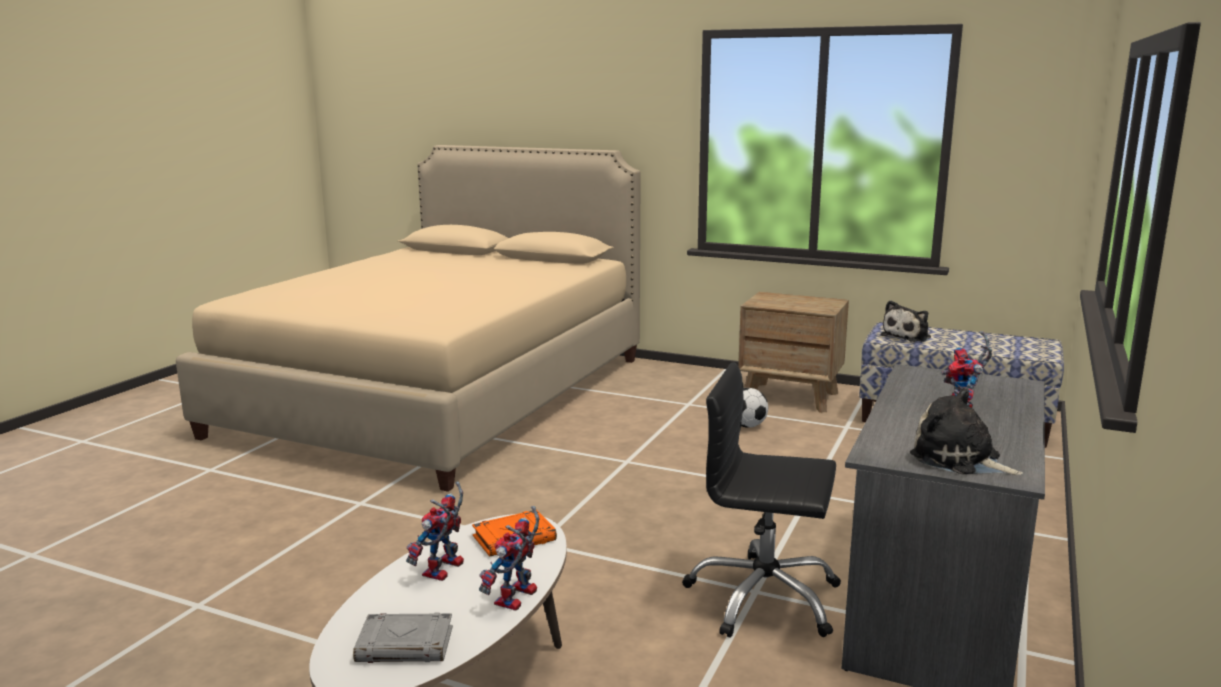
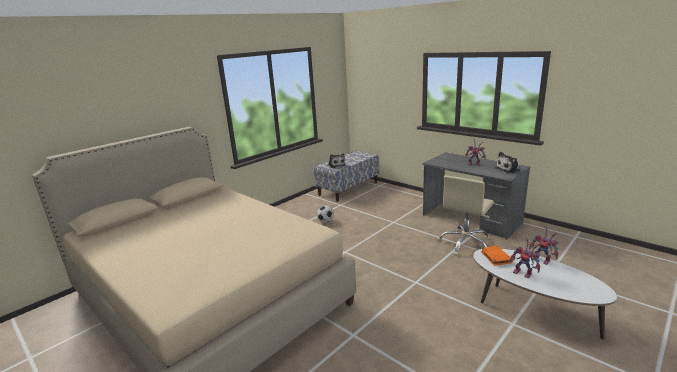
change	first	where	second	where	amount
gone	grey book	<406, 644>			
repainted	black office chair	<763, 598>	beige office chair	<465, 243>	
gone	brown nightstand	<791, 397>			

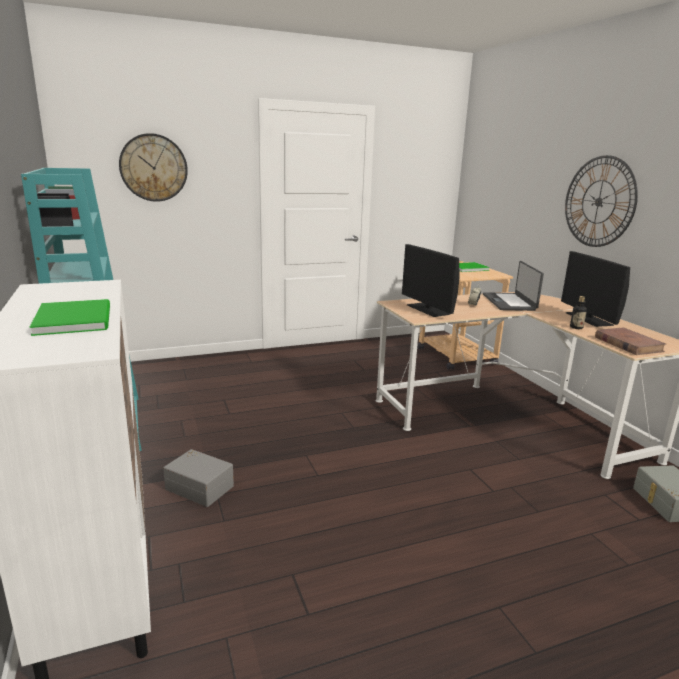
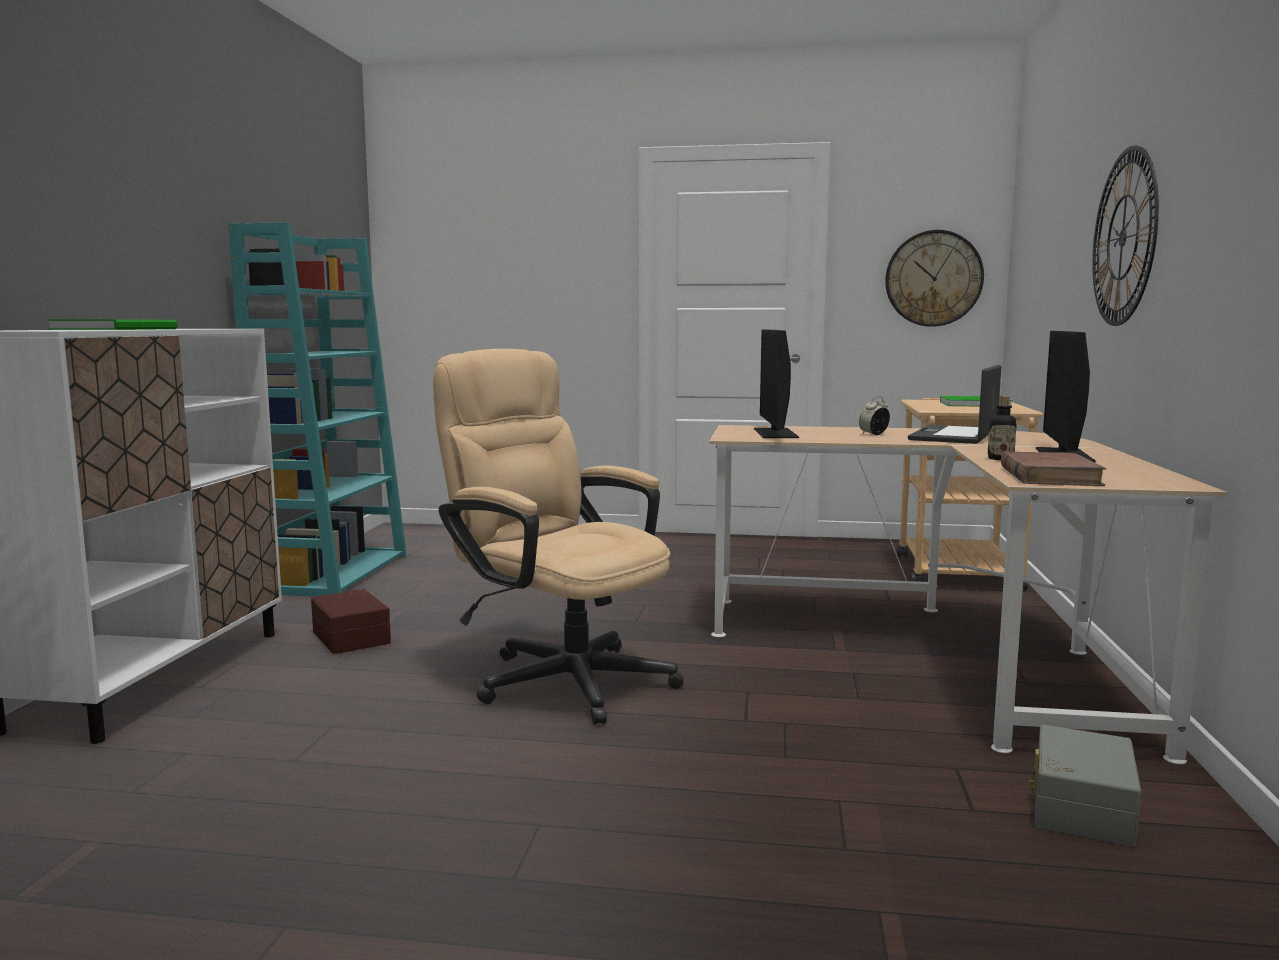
change	first	where	second	where	amount
shifted	wall clock	<153, 168>		<933, 278>	
repainted	grey storage box	<200, 486>	brown storage box	<353, 637>	
new			beige office chair	<560, 677>	

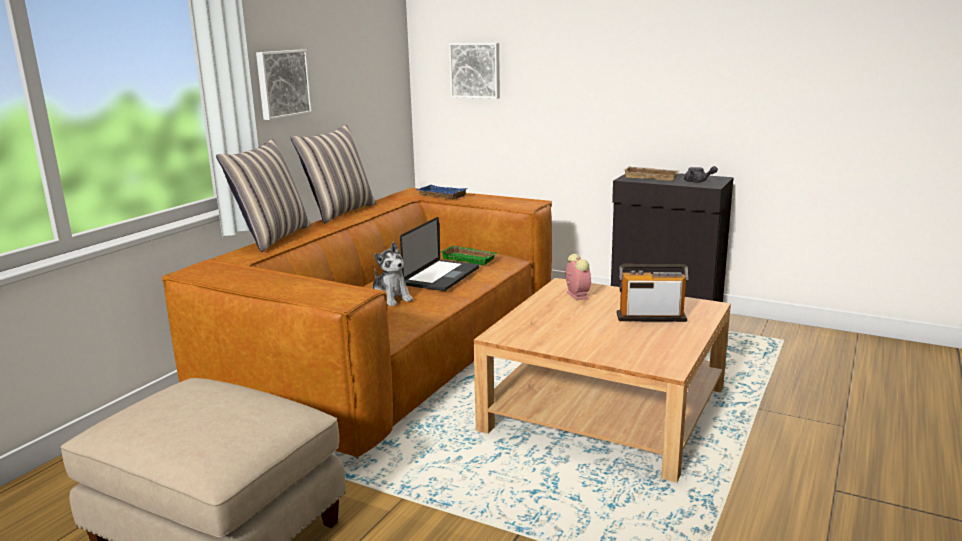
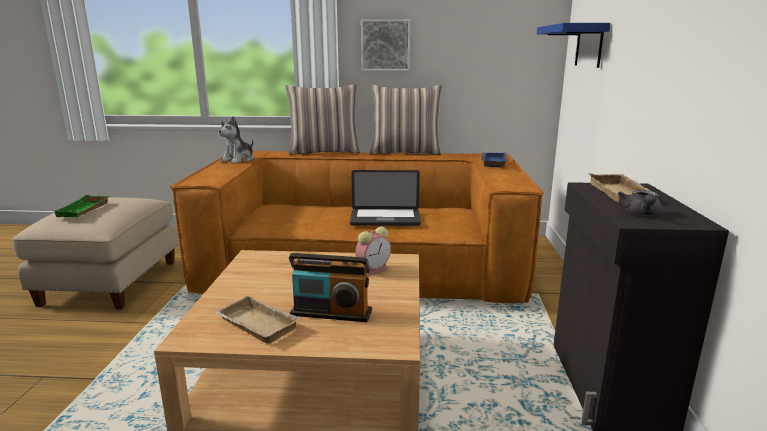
change	first	where	second	where	amount
shifted	plush toy	<391, 298>		<238, 160>	
shifted	green tray	<470, 258>		<84, 210>	
swapped	picture	<475, 70>	blue shelf	<589, 46>	
rotated	radio	<651, 317>		<331, 313>	120 degrees clockwise
new			beige tray	<254, 325>	

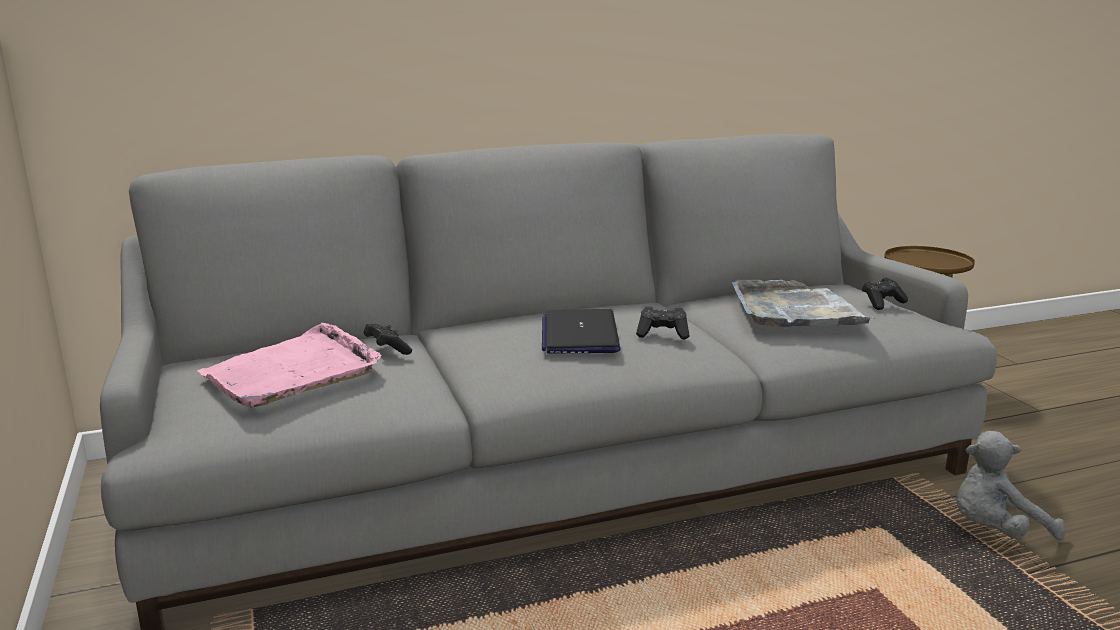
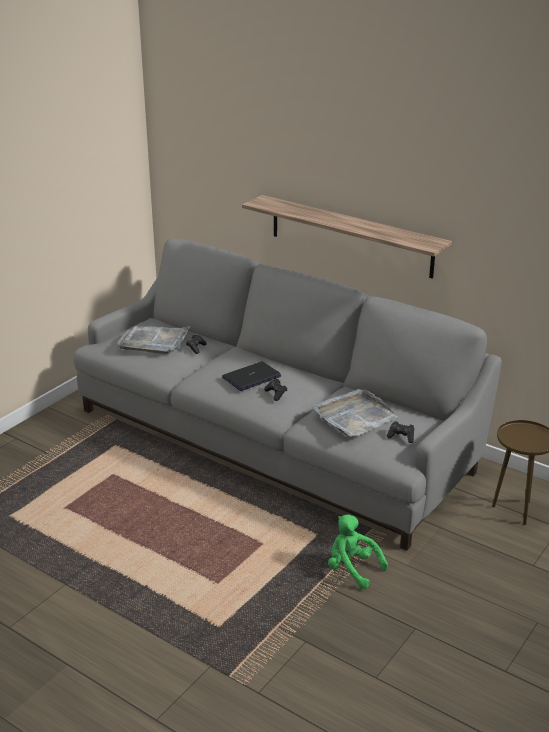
change	first	where	second	where	amount
repainted	pink tray	<292, 372>	grey tray	<154, 341>	
repainted	grey plush toy	<995, 531>	green plush toy	<352, 569>	
new			shelf	<350, 236>	

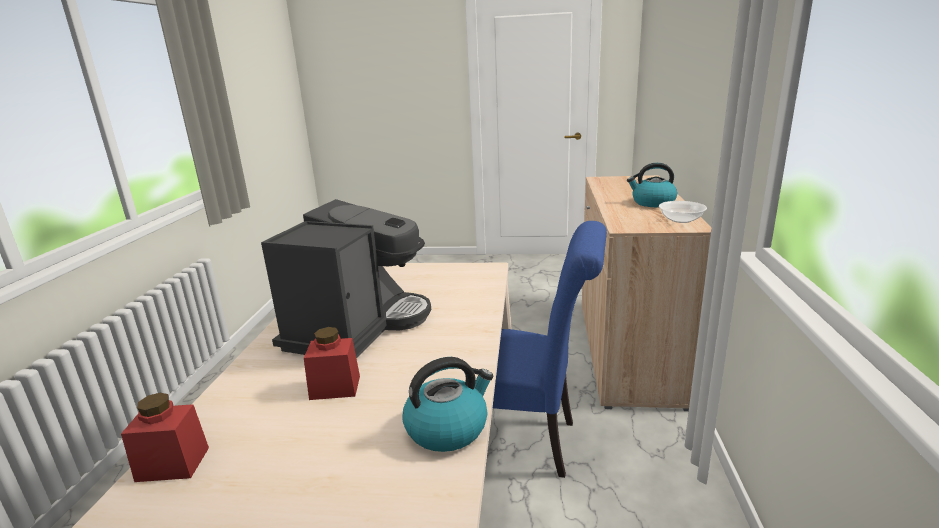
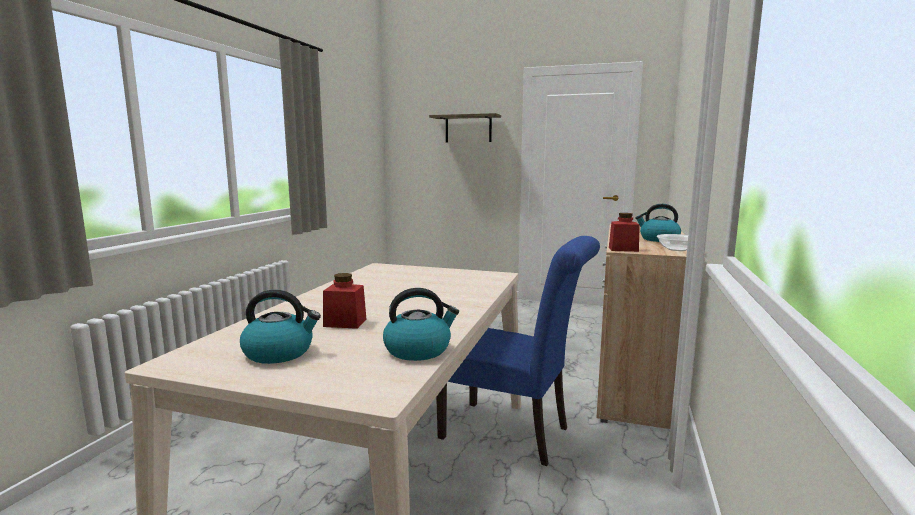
change	first	where	second	where	amount
shifted	red jar	<173, 464>		<623, 249>	
gone	coffee machine	<357, 327>			
new			kettle	<279, 353>	
new			shelf	<468, 129>	

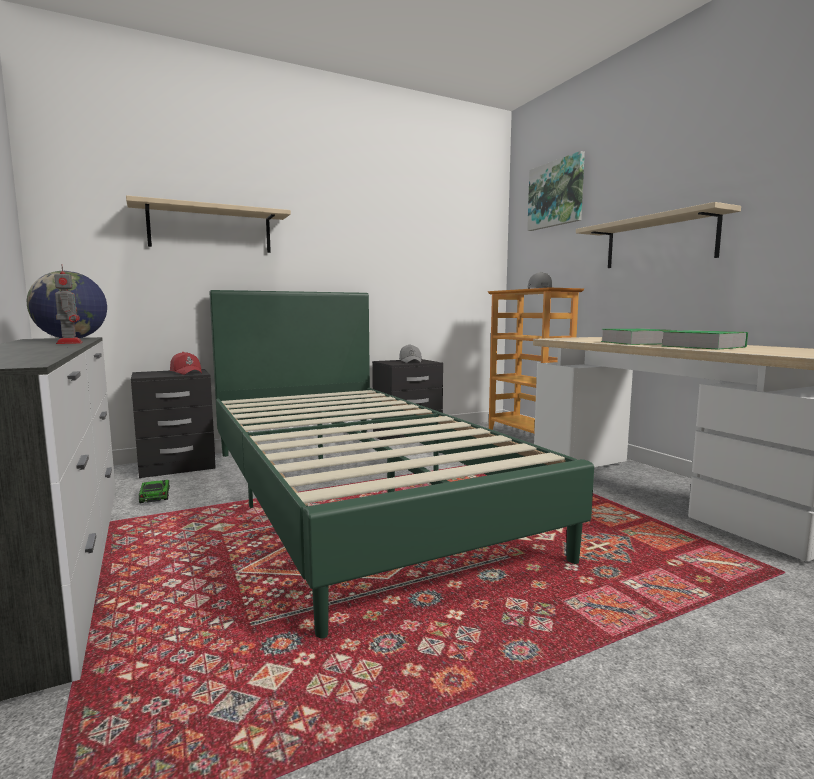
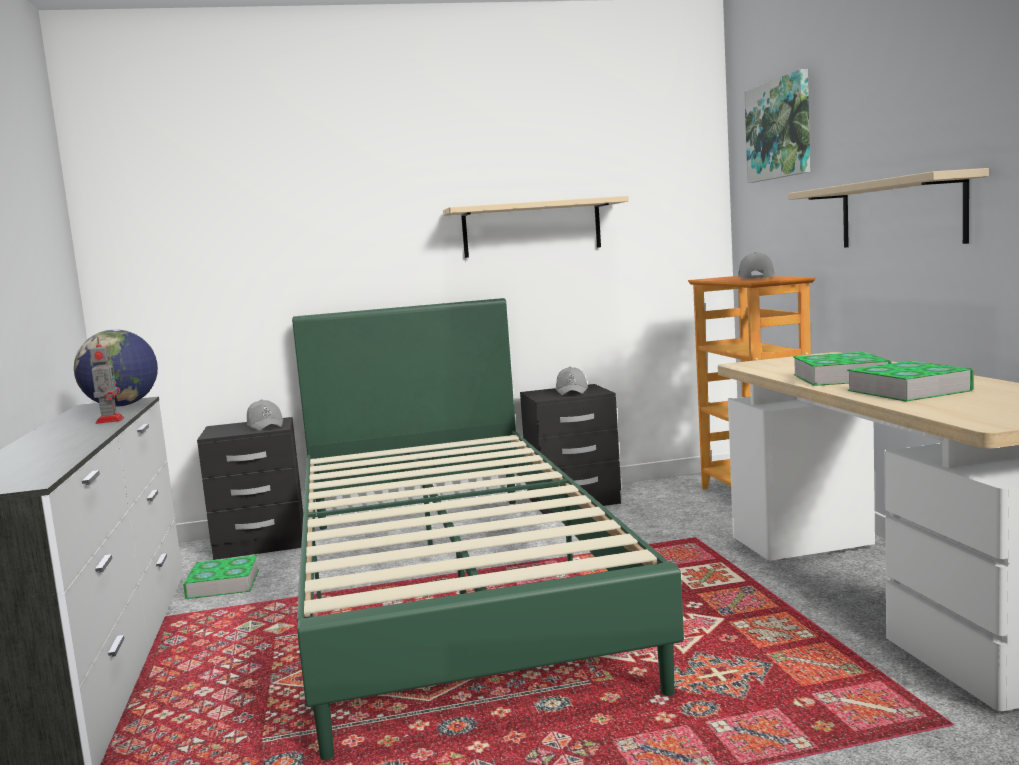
change	first	where	second	where	amount
shifted	beige shelf	<211, 229>		<532, 228>	
swapped	toy car	<155, 495>	book	<223, 584>	
repainted	red cap	<186, 372>	grey cap	<265, 425>	

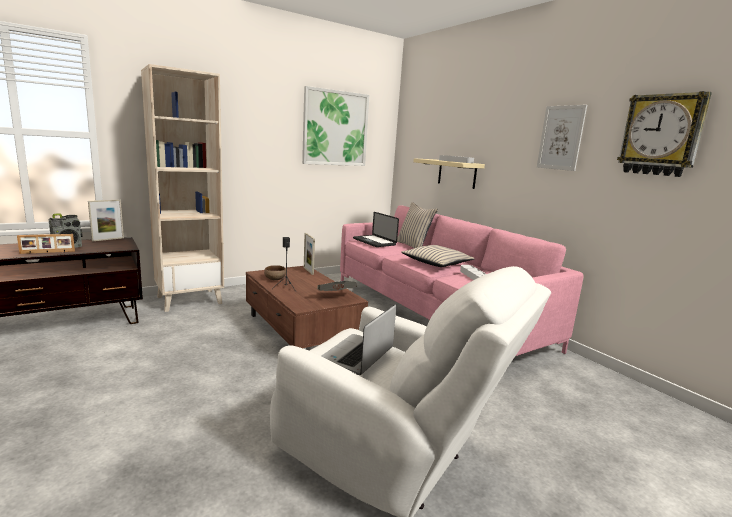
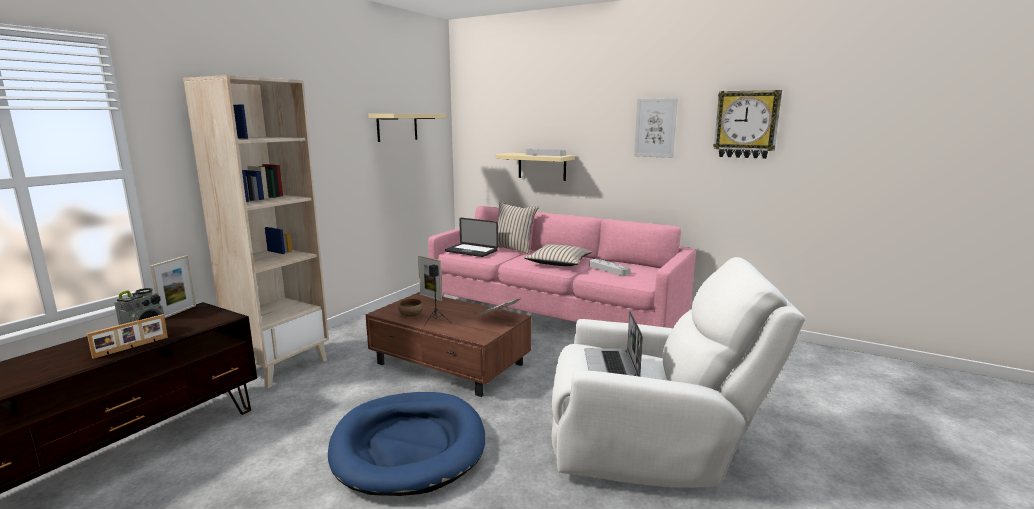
change	first	where	second	where	amount
swapped	picture	<335, 128>	beige shelf	<397, 127>	
new			blue dog bed	<408, 446>	

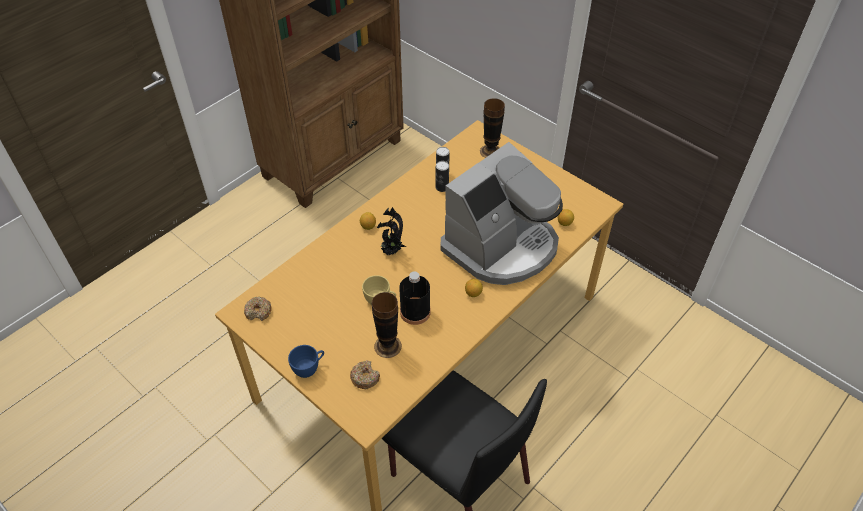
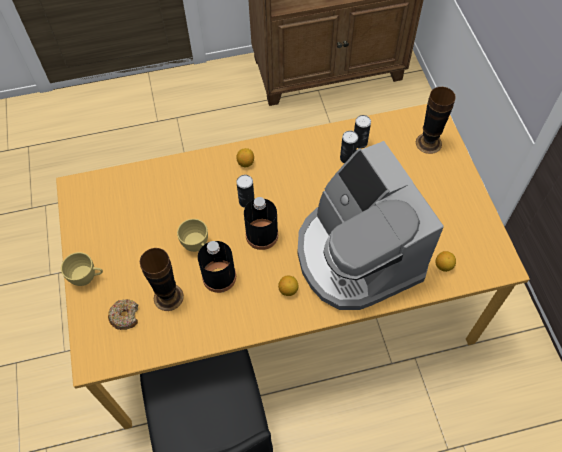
change	first	where	second	where	amount
gone	donut	<258, 312>			
repainted	blue cup	<309, 368>	yellow cup	<87, 277>	
swapped	potted plant	<391, 251>	can	<246, 201>	
rotated	coffee machine	<502, 246>		<356, 255>	75 degrees clockwise
new			black bottle	<262, 235>	

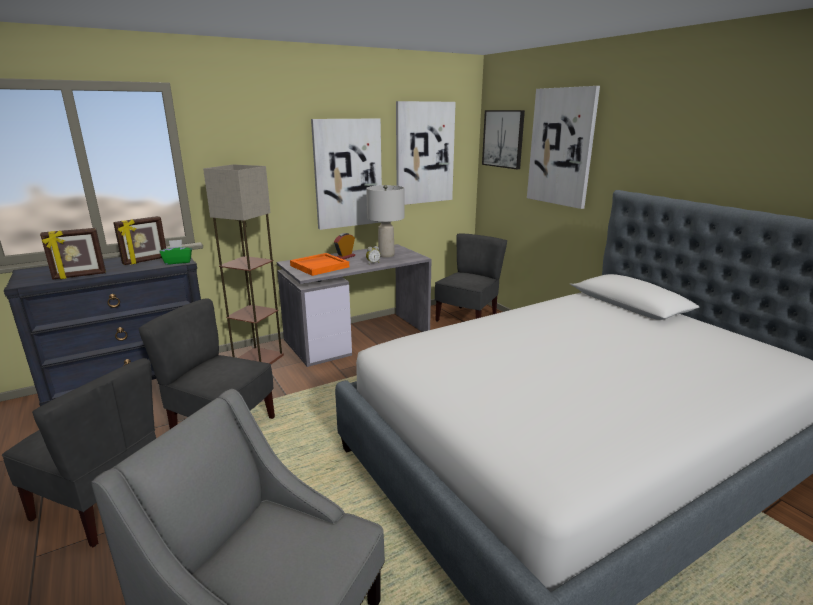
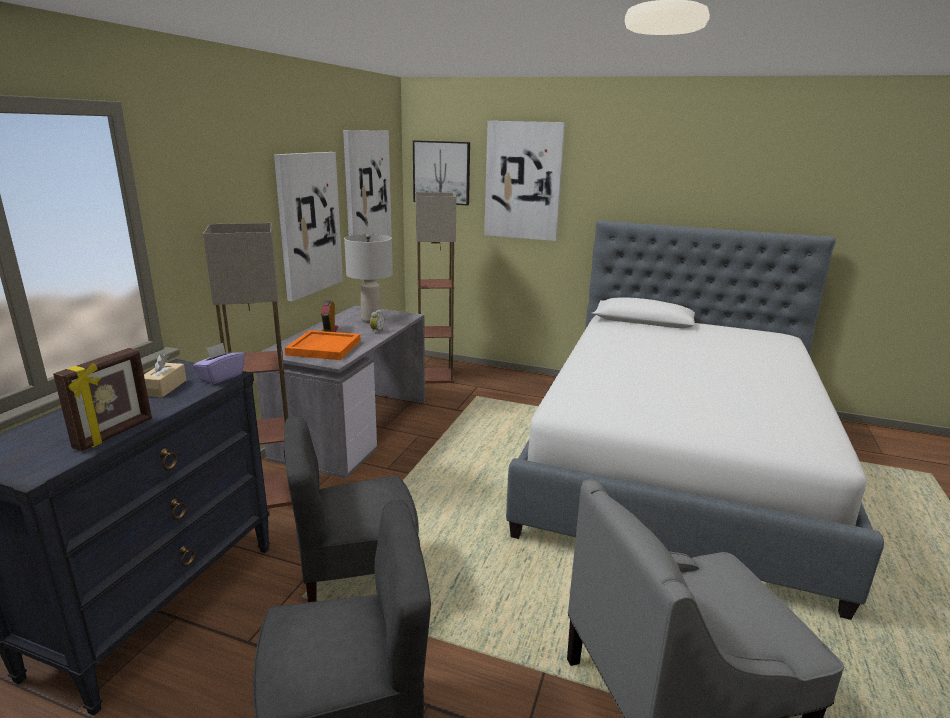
change	first	where	second	where	amount
swapped	picture frame	<145, 261>	beige tissue box	<164, 388>	
repainted	green tissue box	<178, 262>	purple tissue box	<221, 377>	
swapped	grey chair	<467, 318>	floor lamp	<436, 376>	

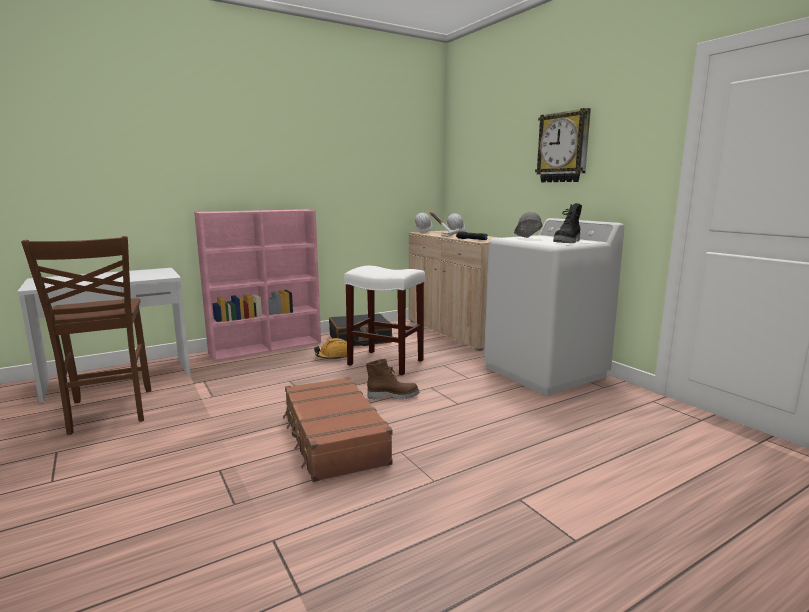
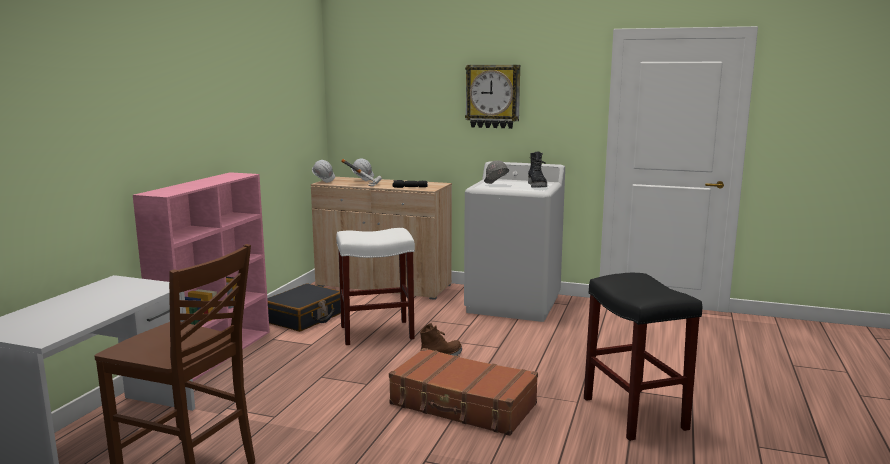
change	first	where	second	where	amount
gone	orange hard hat	<334, 356>			
new			black stool	<635, 414>	

